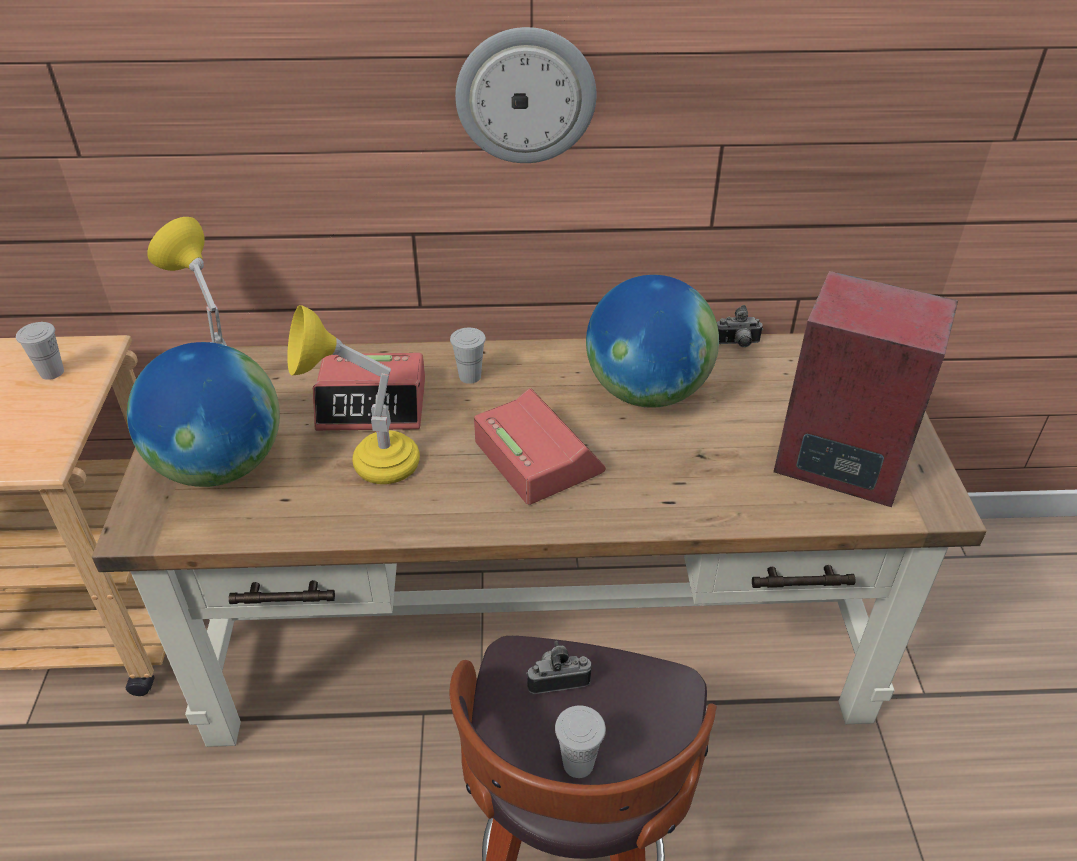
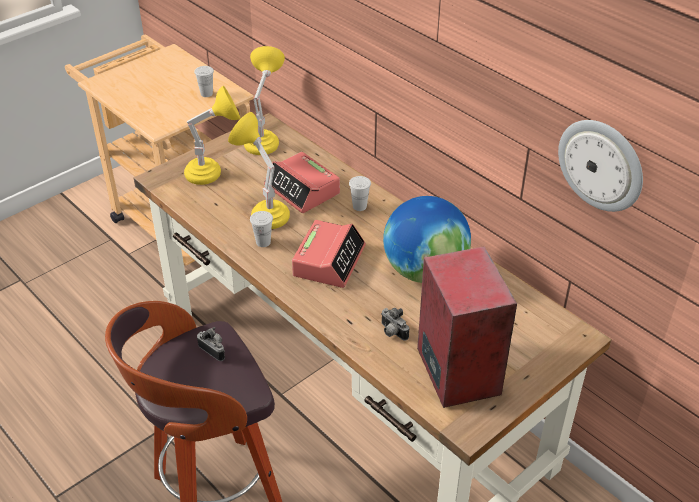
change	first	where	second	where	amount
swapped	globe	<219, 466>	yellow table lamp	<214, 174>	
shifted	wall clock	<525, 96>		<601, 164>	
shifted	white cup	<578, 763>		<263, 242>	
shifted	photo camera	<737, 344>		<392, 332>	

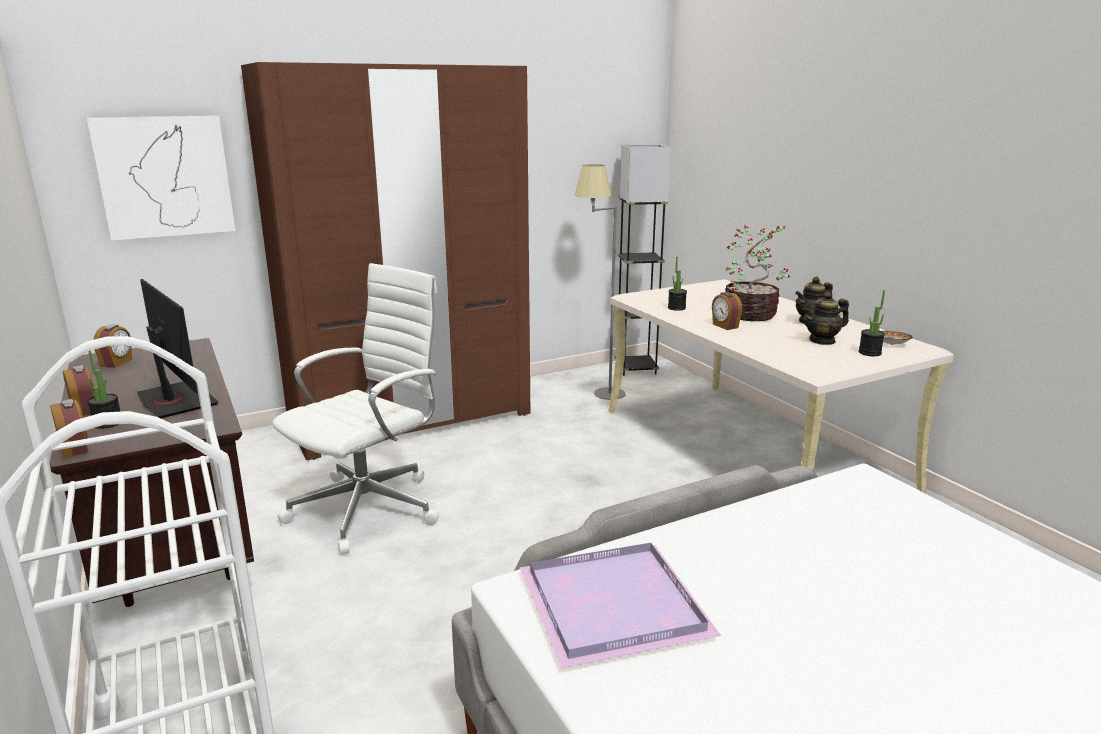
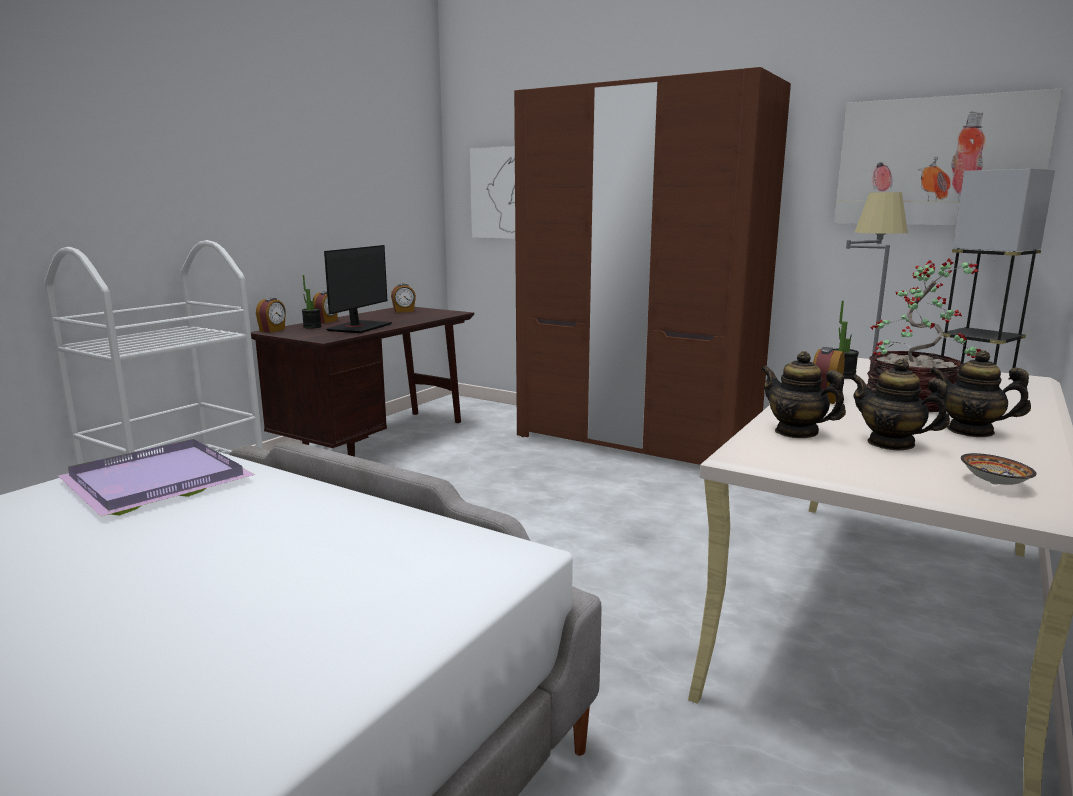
change	first	where	second	where	amount
gone	white office chair	<370, 507>			
gone	potted plant	<869, 353>			
new			teapot	<796, 432>	
new			picture	<938, 162>	

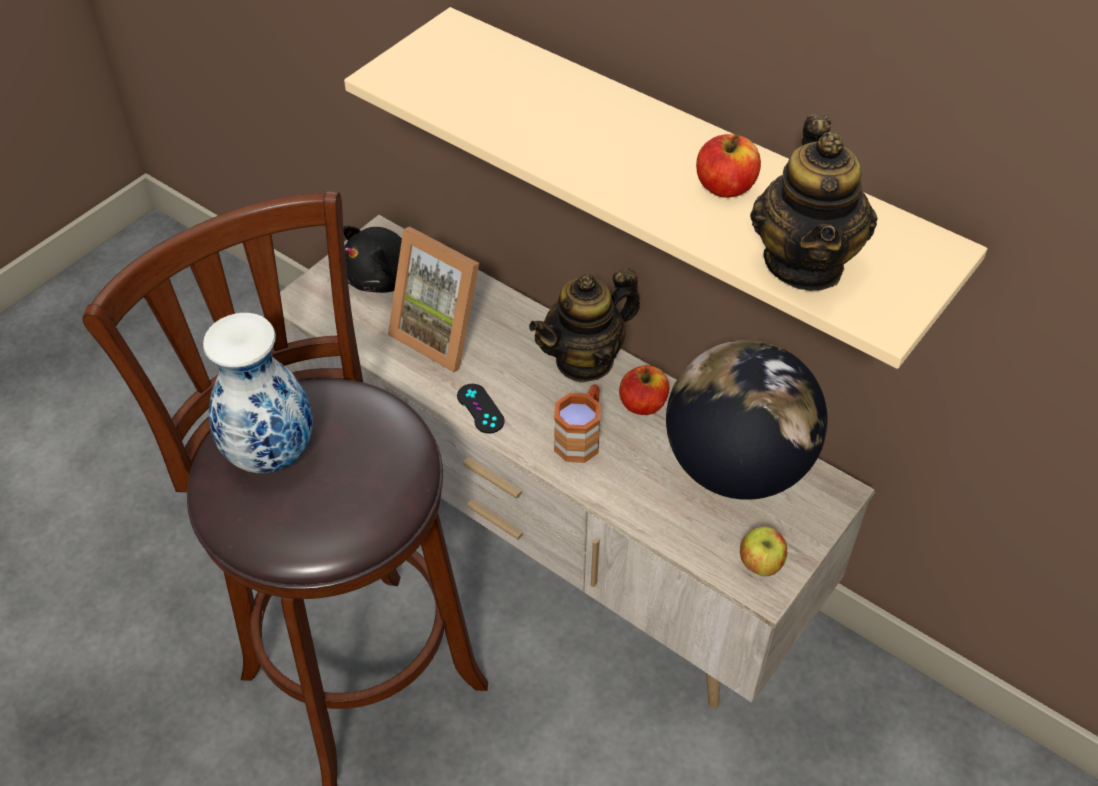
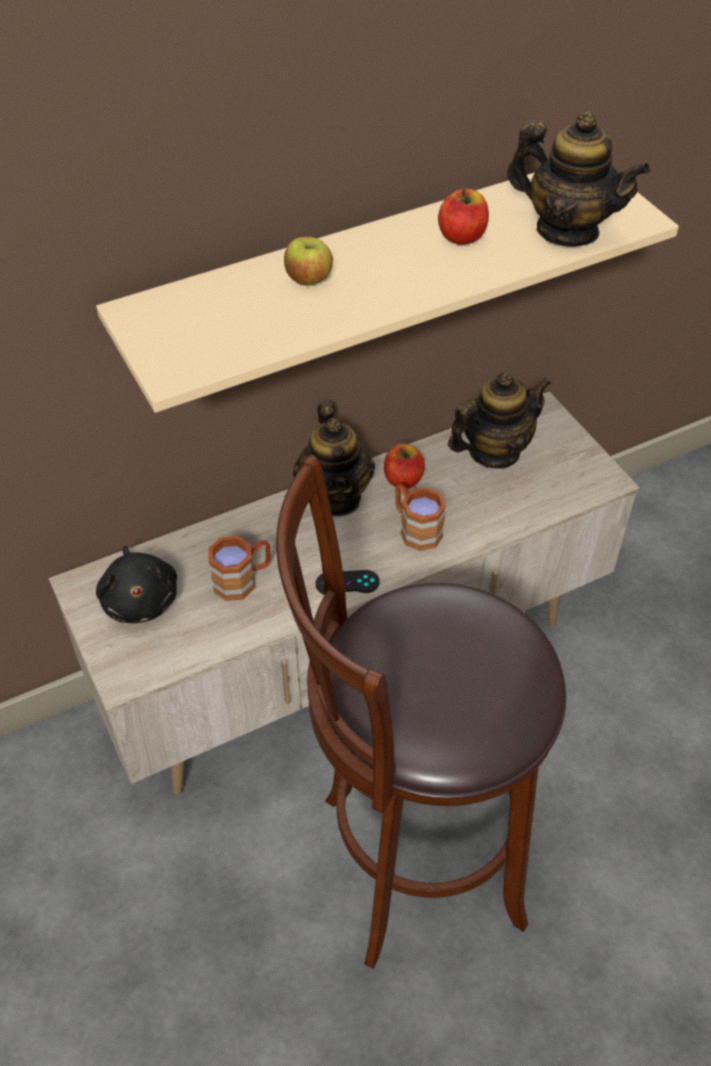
change	first	where	second	where	amount
gone	vase	<270, 453>			
swapped	picture frame	<443, 334>	brown mug	<243, 580>	
swapped	globe	<736, 467>	teapot	<494, 451>	
shifted	apple	<760, 563>		<308, 279>	

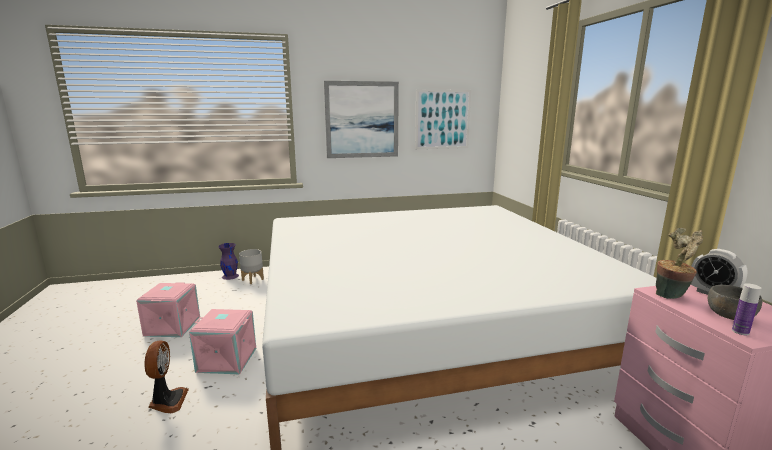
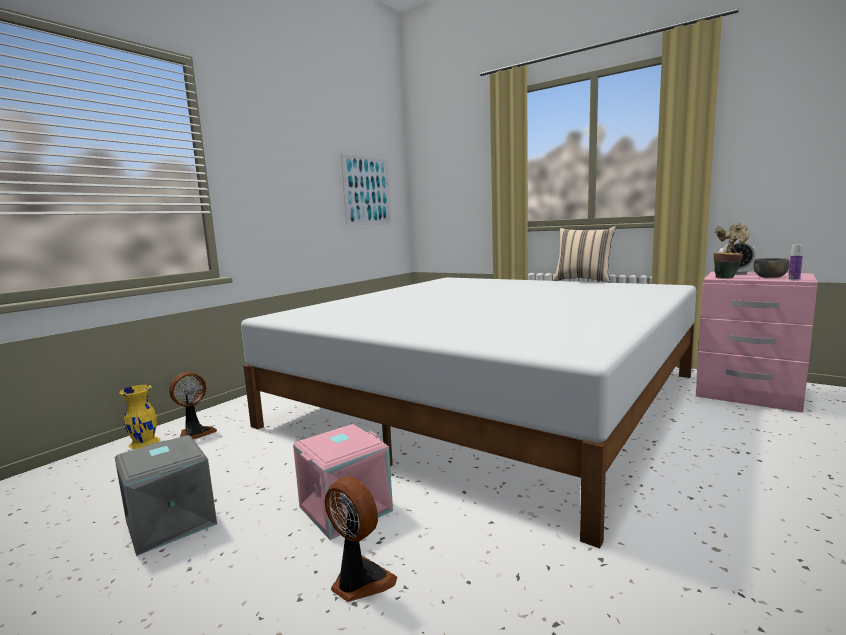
change	first	where	second	where	amount
repainted	pink storage box	<172, 326>	grey storage box	<169, 523>	
repainted	purple vase	<230, 276>	yellow vase	<145, 442>	
swapped	grey planter	<253, 279>	fan	<195, 433>	
gone	picture	<362, 120>			
new			beige pillow	<583, 280>	

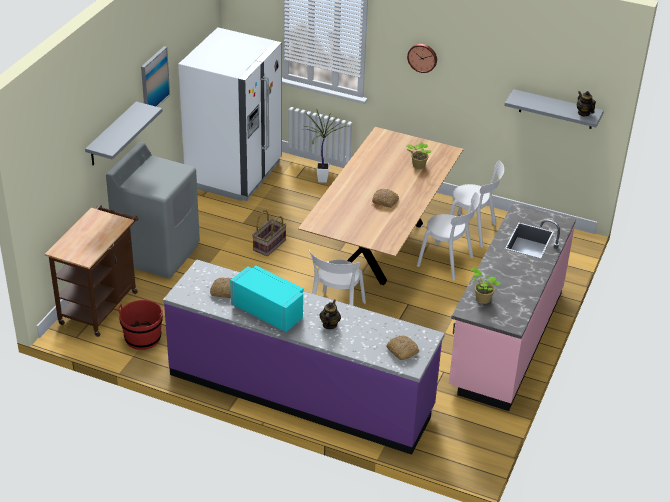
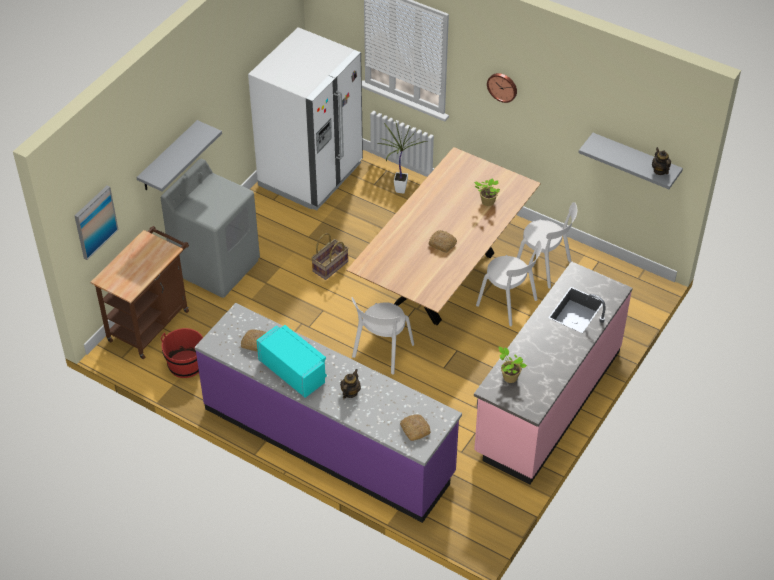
change	first	where	second	where	amount
shifted	picture	<154, 80>		<95, 222>	

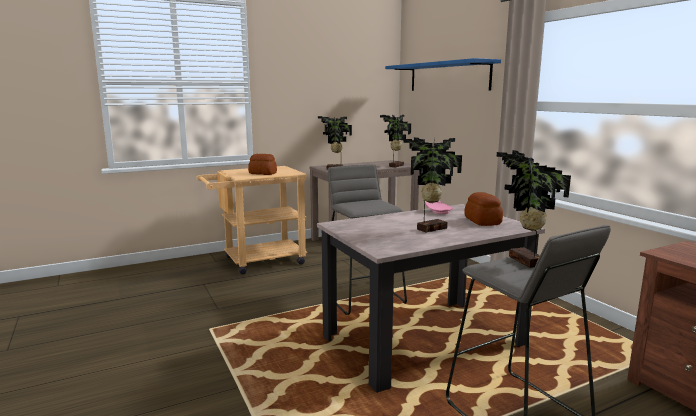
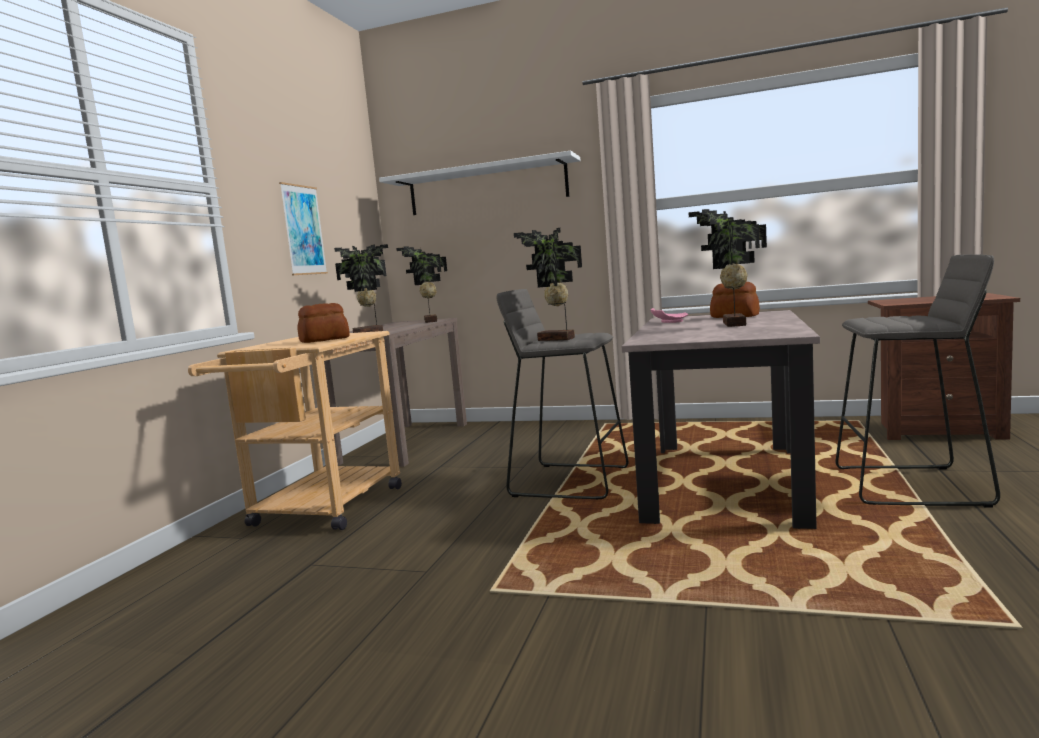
change	first	where	second	where	amount
repainted	blue shelf	<448, 77>	white shelf	<486, 188>	
shifted	potted plant	<524, 262>		<556, 339>	
new			picture	<303, 230>	

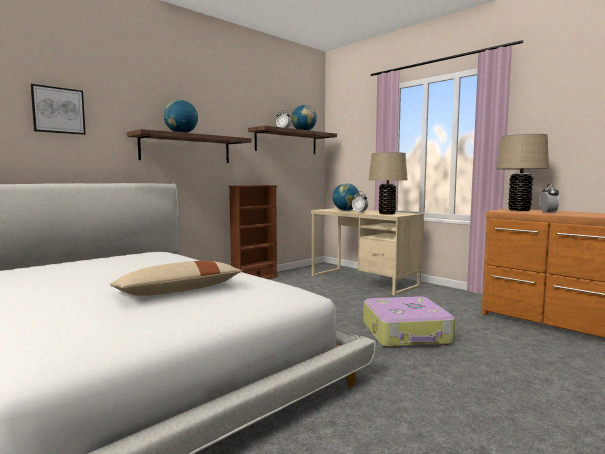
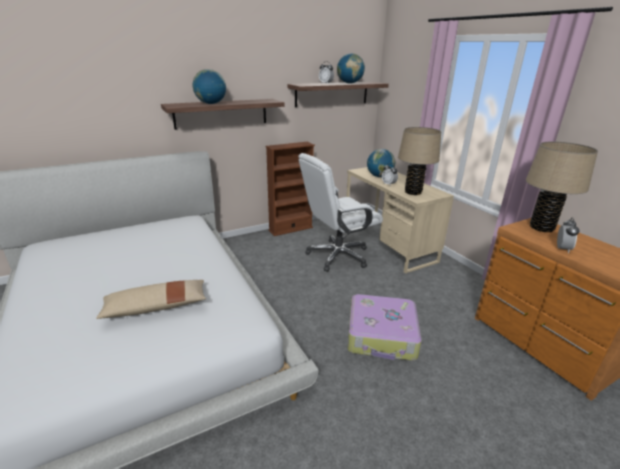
change	first	where	second	where	amount
gone	picture	<58, 110>			
new			white office chair	<337, 256>	

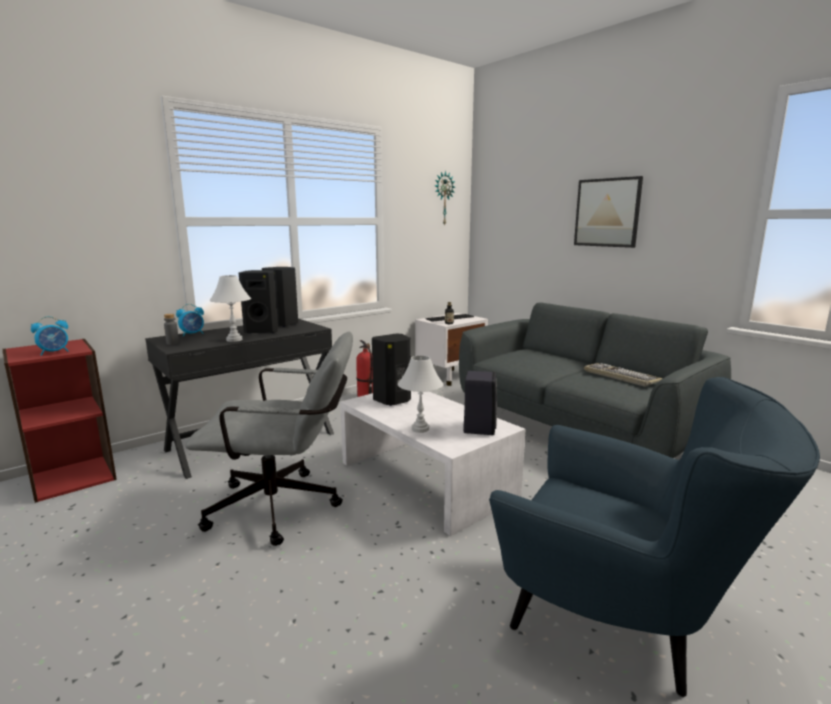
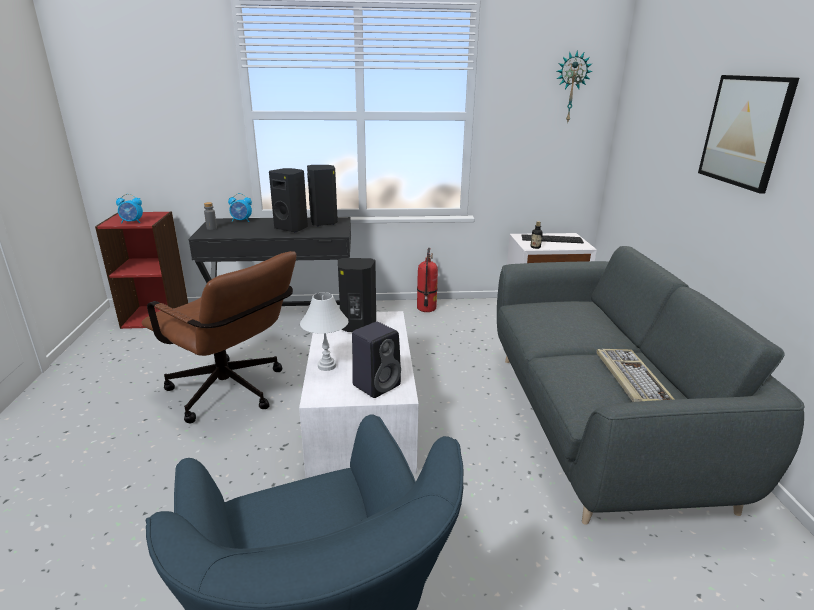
change	first	where	second	where	amount
repainted	grey office chair	<285, 507>	brown office chair	<233, 394>	
gone	white table lamp	<234, 340>			

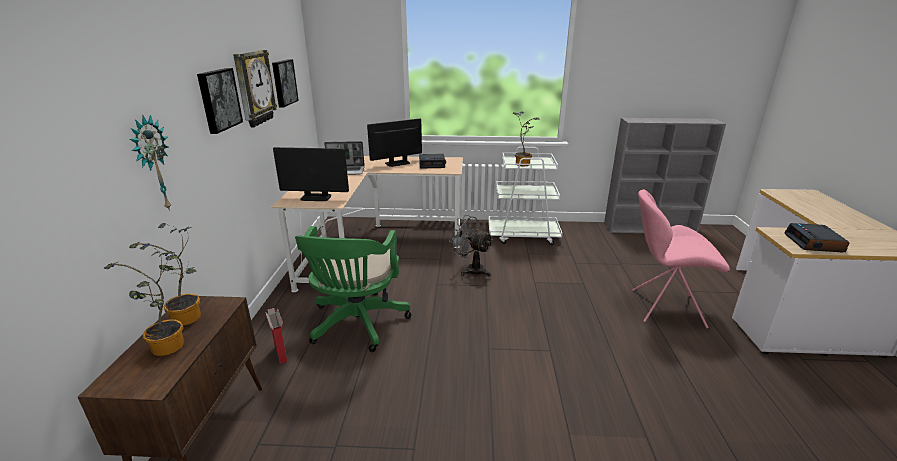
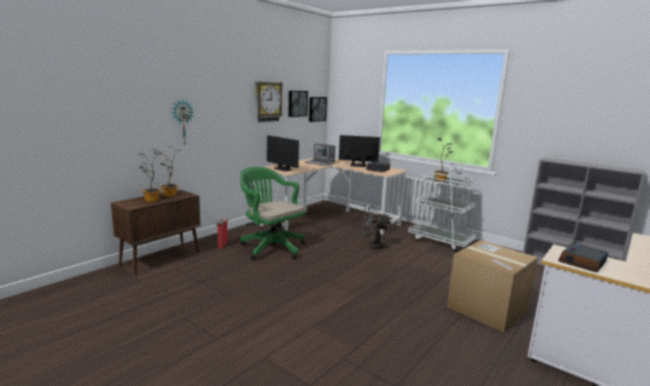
change	first	where	second	where	amount
shifted	picture	<218, 99>		<317, 109>	
rotated	green office chair	<356, 325>		<270, 247>	90 degrees clockwise
rotated	grey fan	<471, 269>		<372, 246>	60 degrees counterclockwise
swapped	pink chair	<664, 307>	cardboard box	<487, 308>	

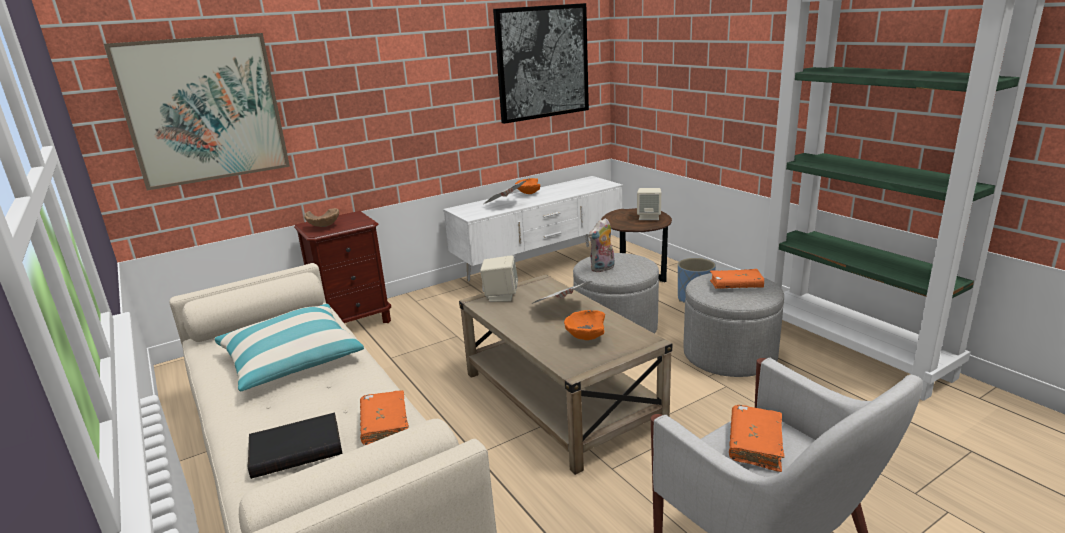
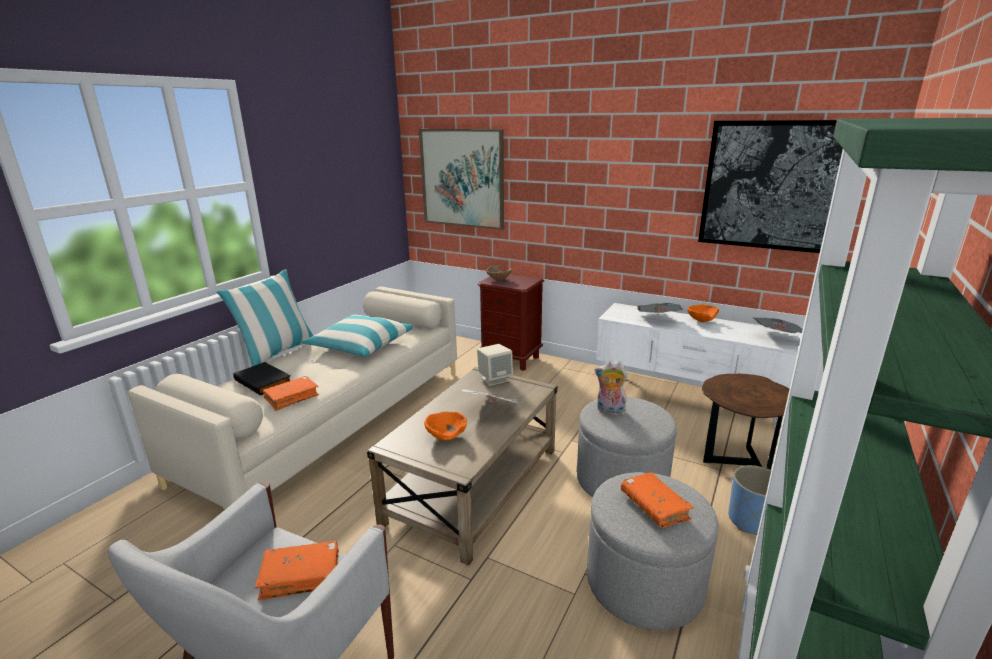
change	first	where	second	where	amount
gone	beige speaker	<649, 217>			
new			pillow	<278, 352>	
new			newspaper	<777, 338>	

